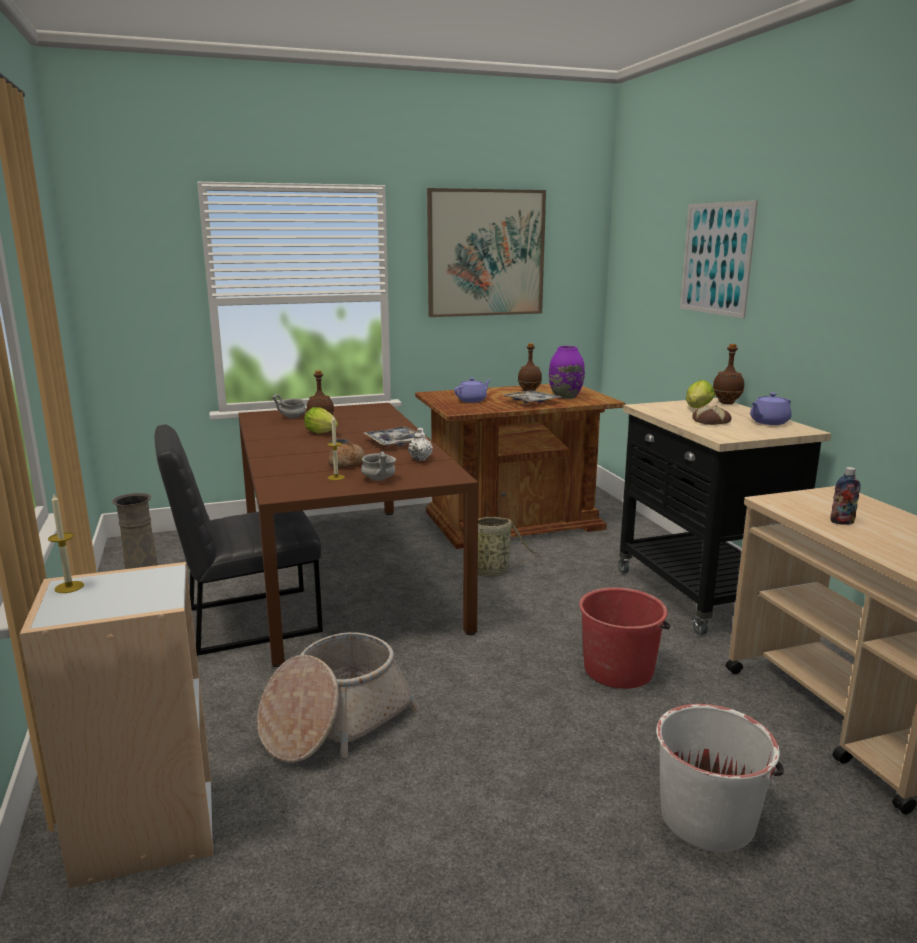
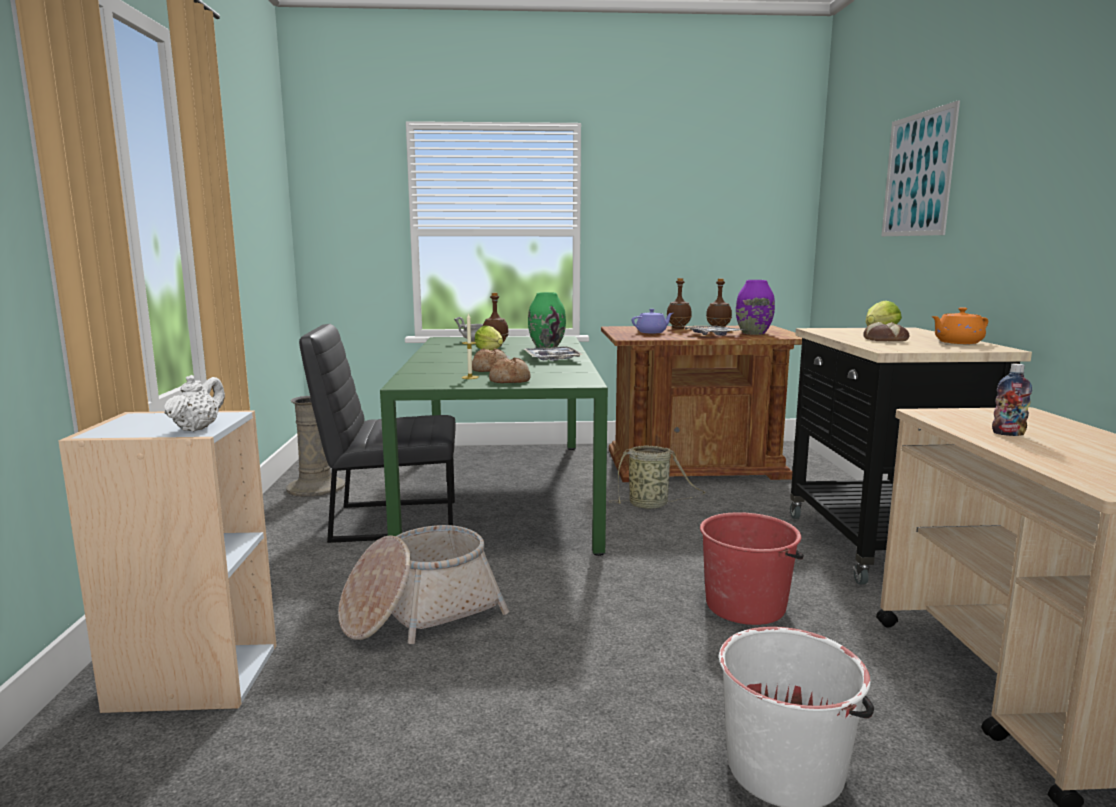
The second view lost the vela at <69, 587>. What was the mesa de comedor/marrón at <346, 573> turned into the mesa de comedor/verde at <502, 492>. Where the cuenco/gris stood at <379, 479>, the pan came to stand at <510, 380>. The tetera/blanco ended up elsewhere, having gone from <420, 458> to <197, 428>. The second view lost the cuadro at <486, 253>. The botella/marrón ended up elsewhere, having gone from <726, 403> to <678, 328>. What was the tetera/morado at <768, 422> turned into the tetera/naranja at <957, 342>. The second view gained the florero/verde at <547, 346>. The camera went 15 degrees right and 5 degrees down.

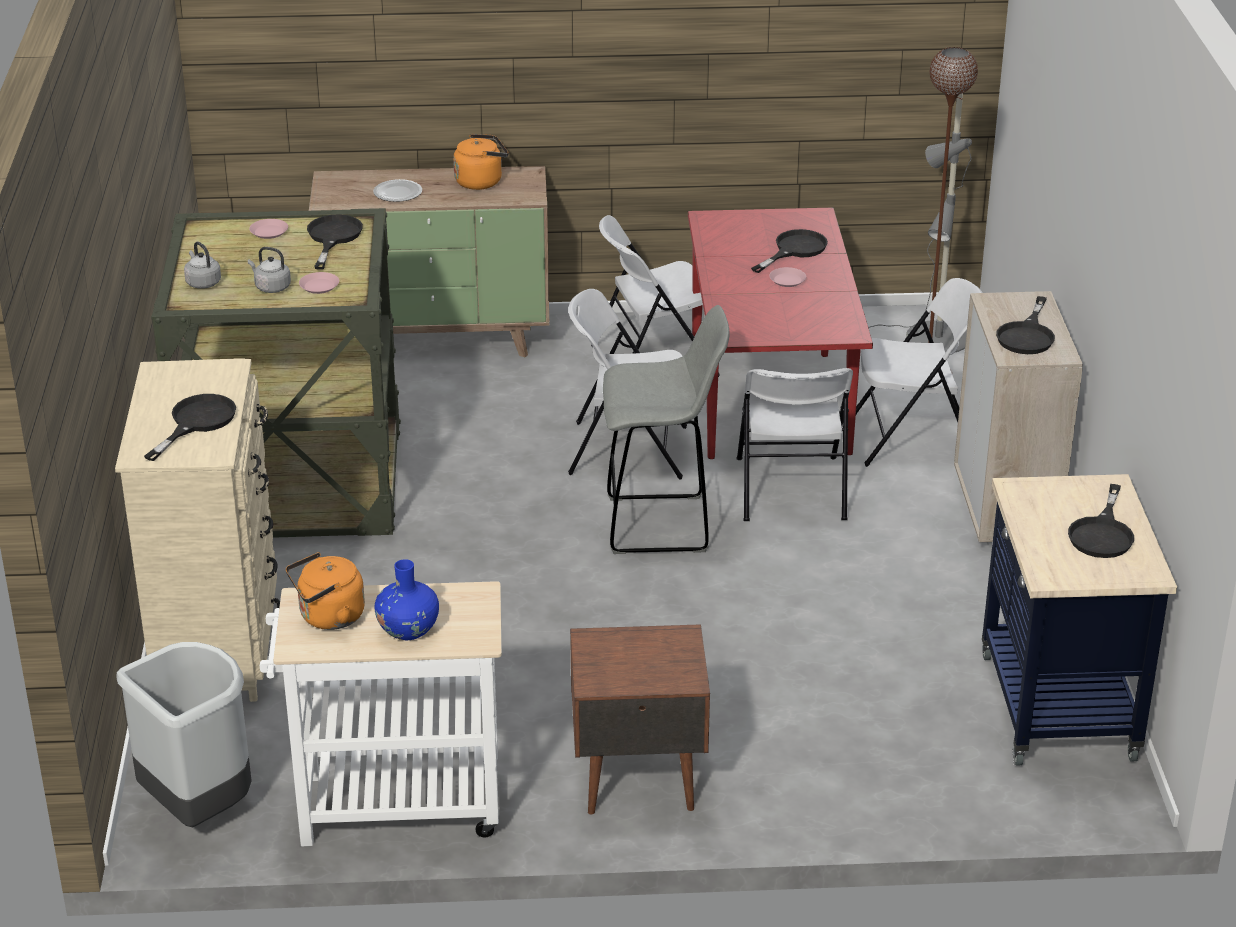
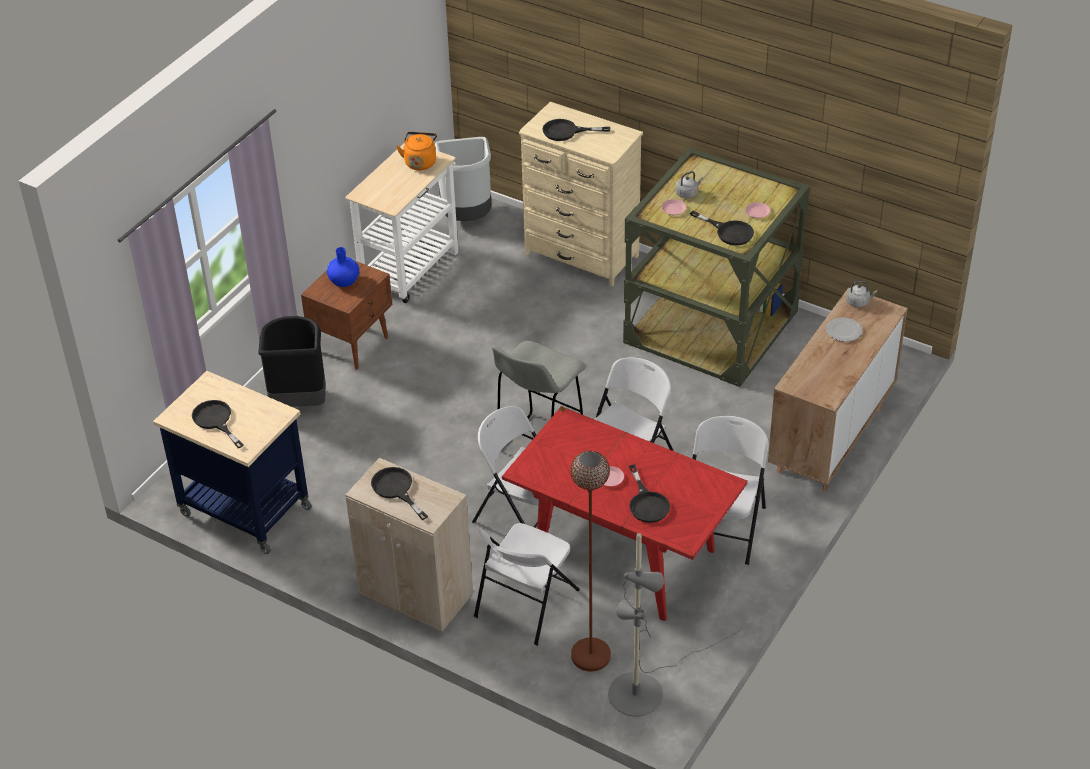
The sartén/negro at <196, 422> ended up facing another way, 120 degrees clockwise from before. The hervidor/gris ended up elsewhere, having gone from <202, 282> to <859, 302>. The florero/azul ended up elsewhere, having gone from <408, 630> to <344, 281>. The second view lost the hervidor/naranja at <481, 181>. The second view gained the papelera/negro at <299, 402>. The camera went 125 degrees right and 10 degrees up.

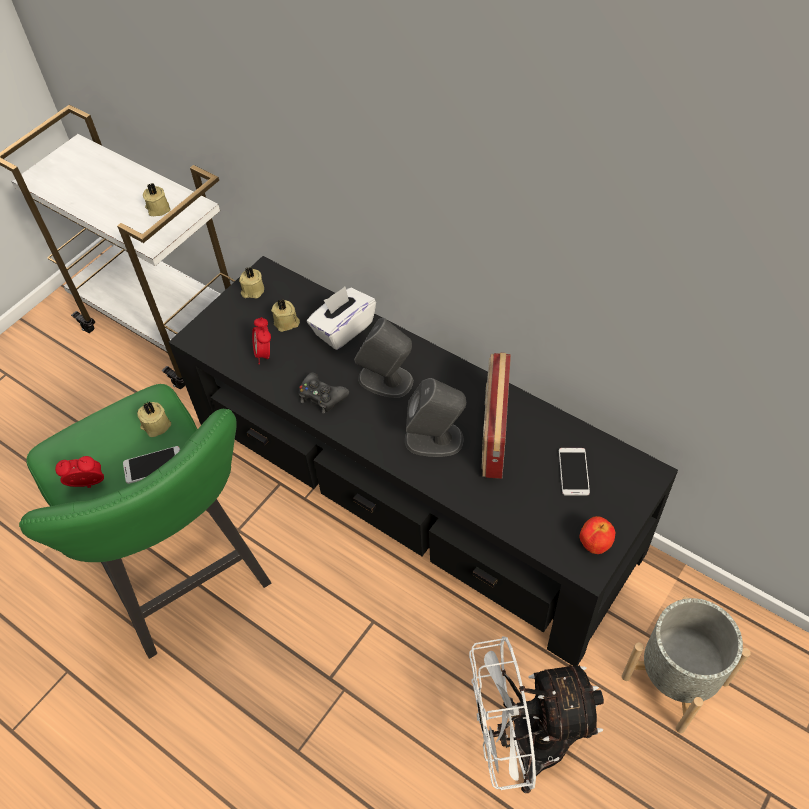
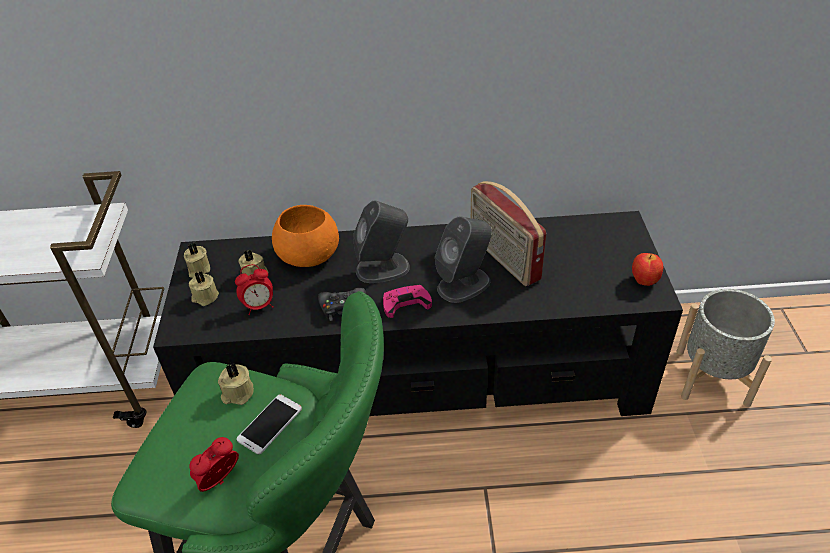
The vela/beis ended up elsewhere, having gone from <158, 209> to <205, 297>. The despertador at <265, 354> ended up facing another way, 60 degrees counterclockwise from before. Where the caja de pañuelos/blanco stood at <343, 329>, the cuenco/naranja came to stand at <310, 254>. The second view lost the ventilador/blanco at <523, 744>. The second view lost the móvil at <573, 472>. The second view gained the mando de consola/rosa at <406, 303>. The camera went 40 degrees left and 10 degrees down.

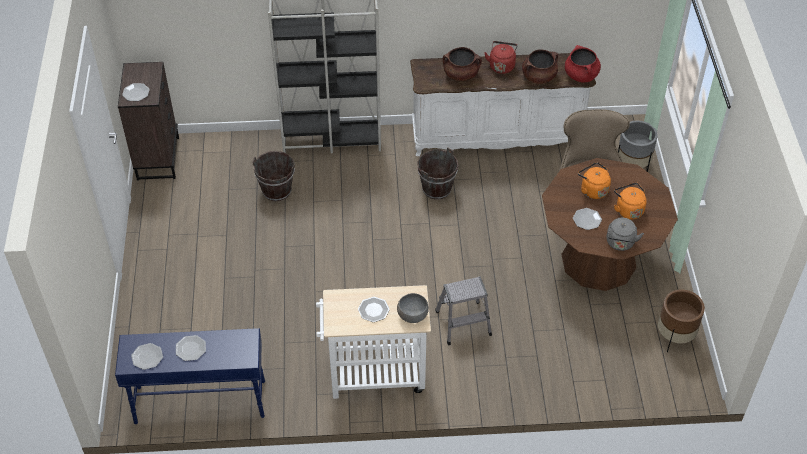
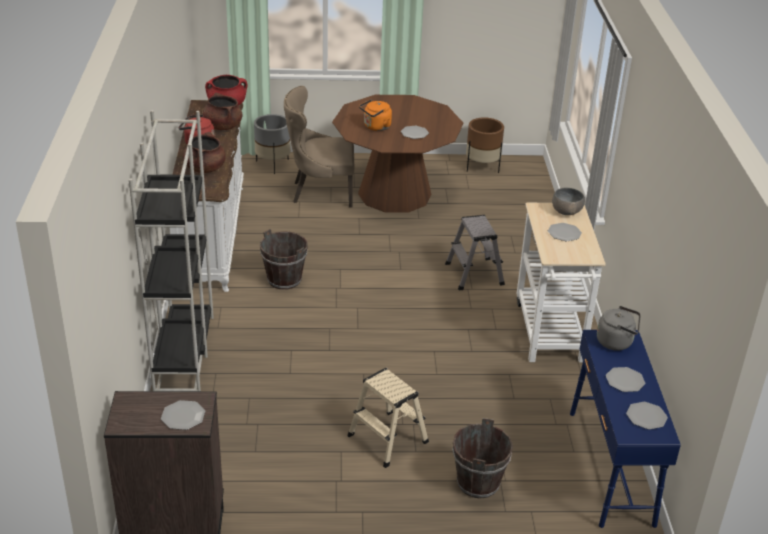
The cubo/marrón ended up elsewhere, having gone from <277, 190> to <477, 483>. The hervidor/gris ended up elsewhere, having gone from <620, 243> to <616, 342>. The second view lost the hervidor/naranja at <628, 210>. The second view gained the escalera de tijera/beis at <387, 438>. The camera went 90 degrees left and 15 degrees down.

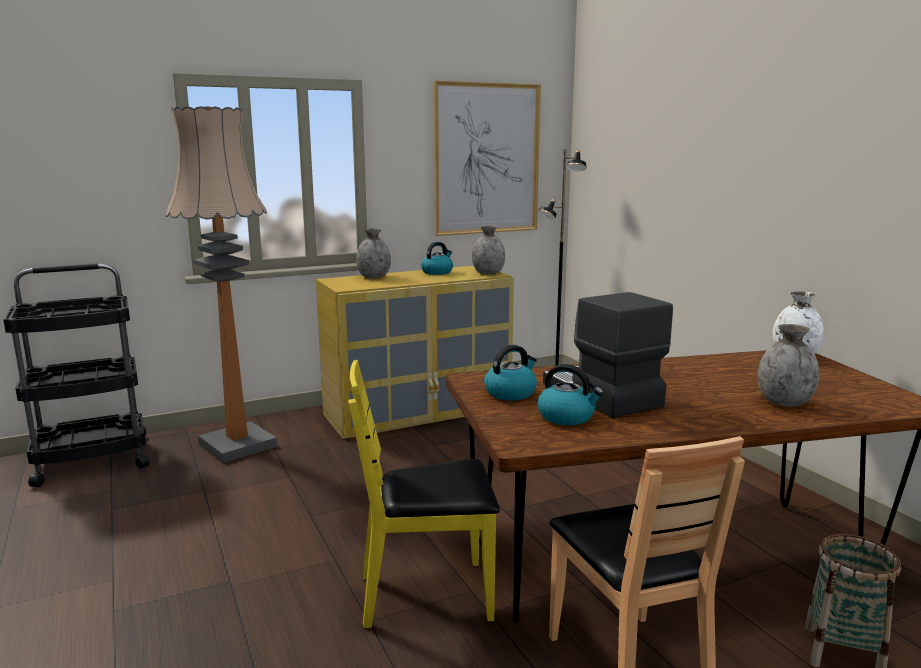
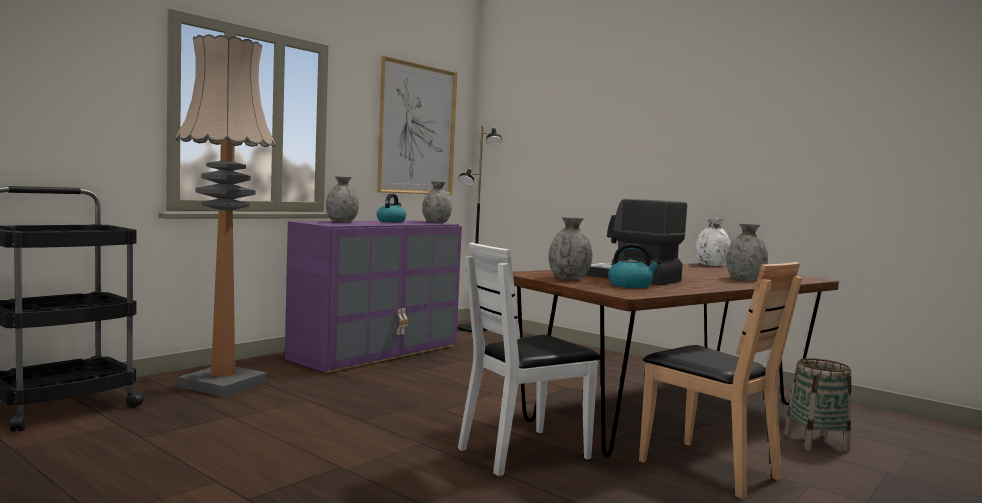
What was the armario/amarillo at <419, 412> turned into the armario/morado at <376, 352>. What was the silla/amarillo at <427, 595> turned into the silla/blanco at <524, 452>. Where the hervidor stood at <510, 393>, the florero/gris came to stand at <568, 278>. The camera went 25 degrees left and 10 degrees down.

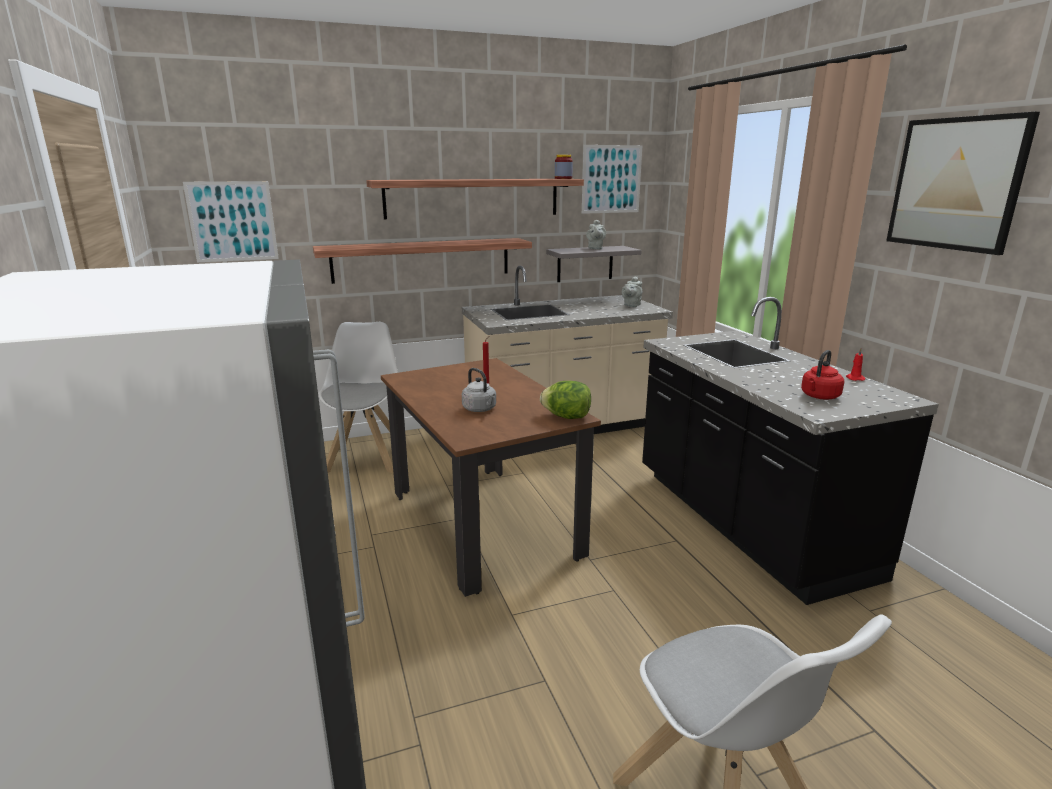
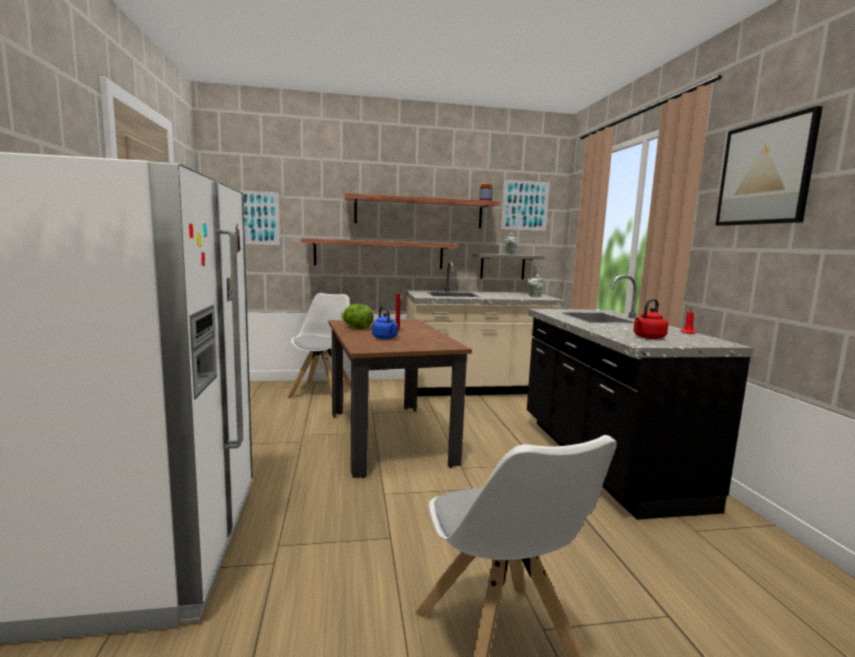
What was the hervidor/gris at <480, 409> turned into the hervidor/azul at <385, 338>. The lechuga ended up elsewhere, having gone from <566, 417> to <357, 328>. The camera went 10 degrees right and 10 degrees down.

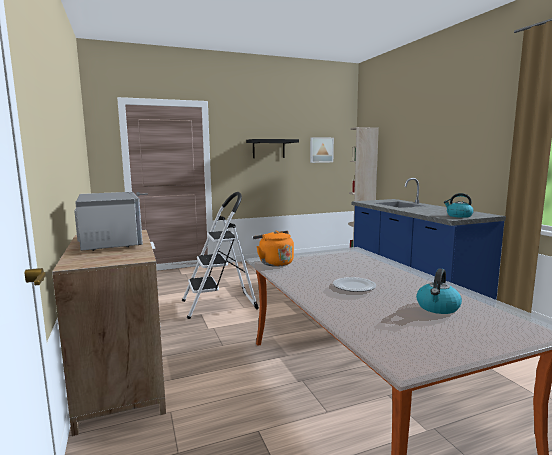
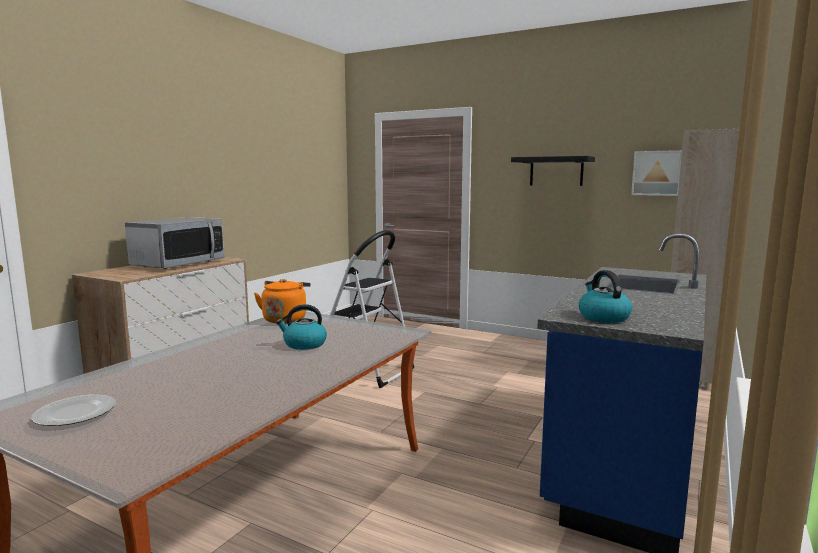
The plato ended up elsewhere, having gone from <353, 286> to <75, 413>. The hervidor ended up elsewhere, having gone from <438, 308> to <304, 344>. The camera went 50 degrees right and 0 degrees up.

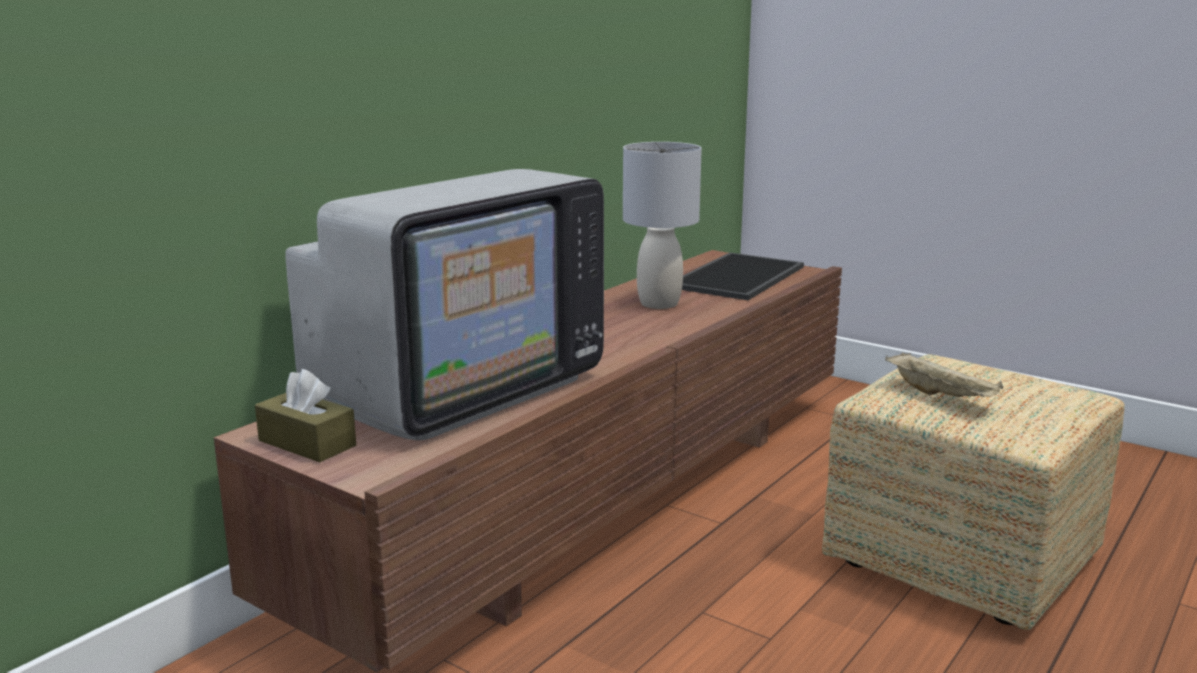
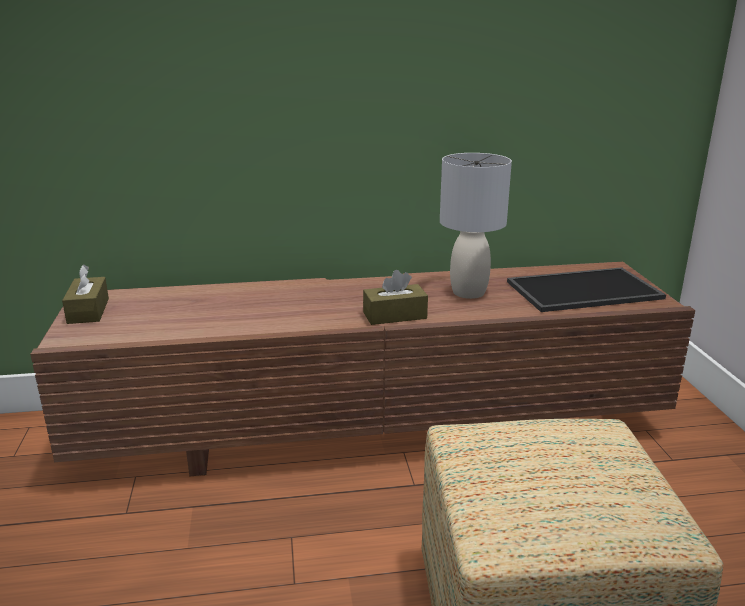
The second view lost the televisor at <458, 389>. The second view lost the bandeja/beis at <942, 395>. The second view gained the caja de pañuelos/marrón at <394, 315>. The camera went 45 degrees right and 5 degrees up.

